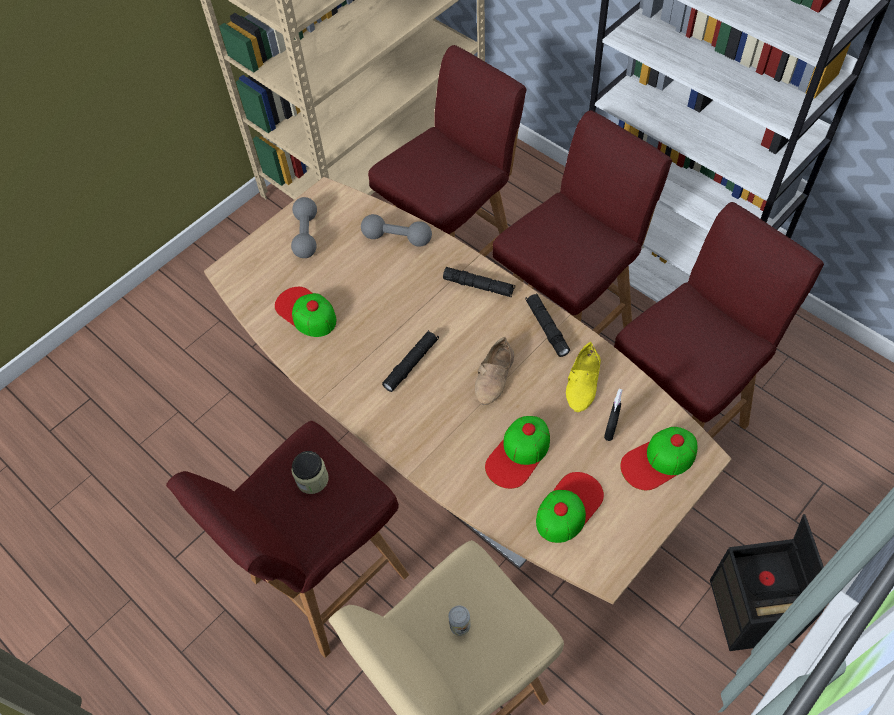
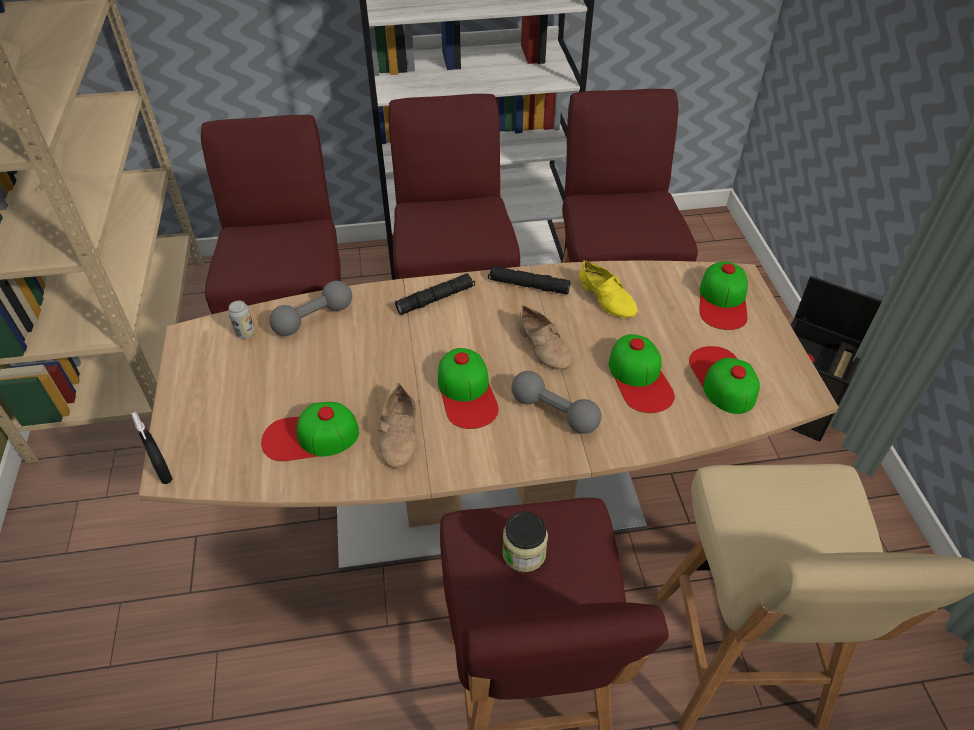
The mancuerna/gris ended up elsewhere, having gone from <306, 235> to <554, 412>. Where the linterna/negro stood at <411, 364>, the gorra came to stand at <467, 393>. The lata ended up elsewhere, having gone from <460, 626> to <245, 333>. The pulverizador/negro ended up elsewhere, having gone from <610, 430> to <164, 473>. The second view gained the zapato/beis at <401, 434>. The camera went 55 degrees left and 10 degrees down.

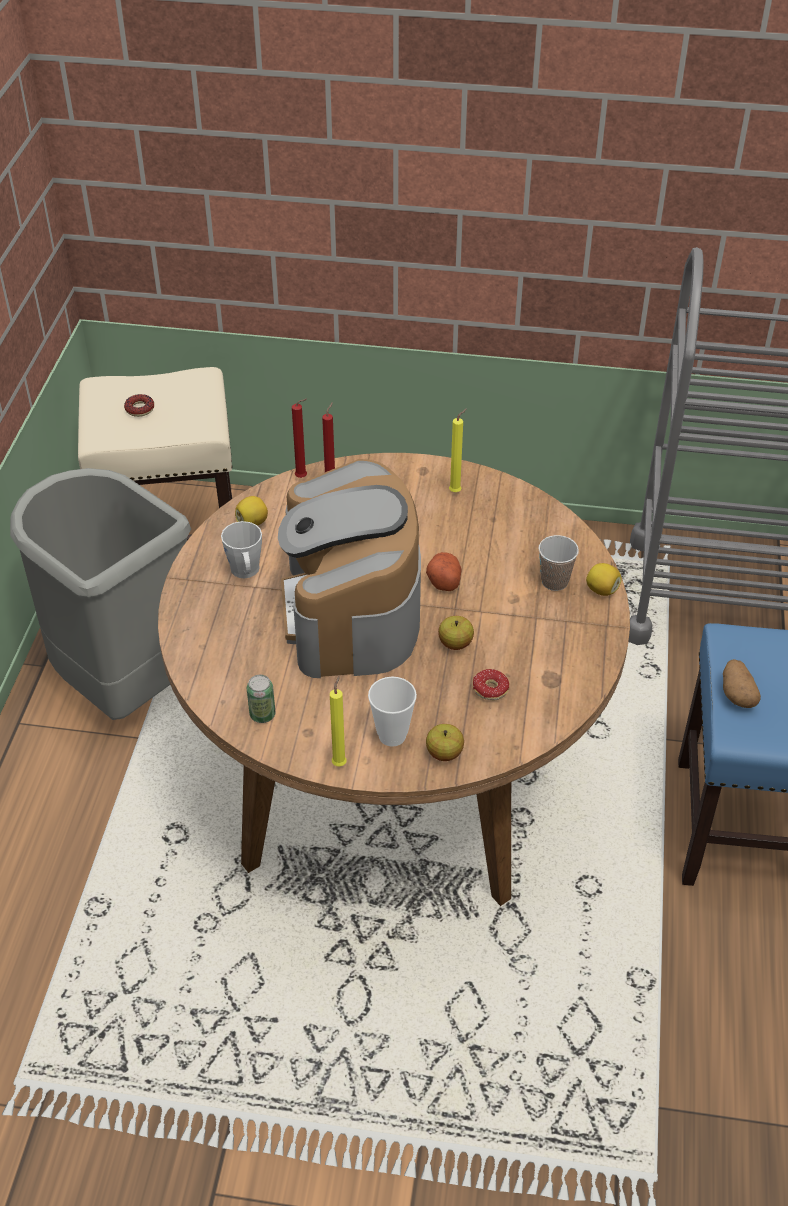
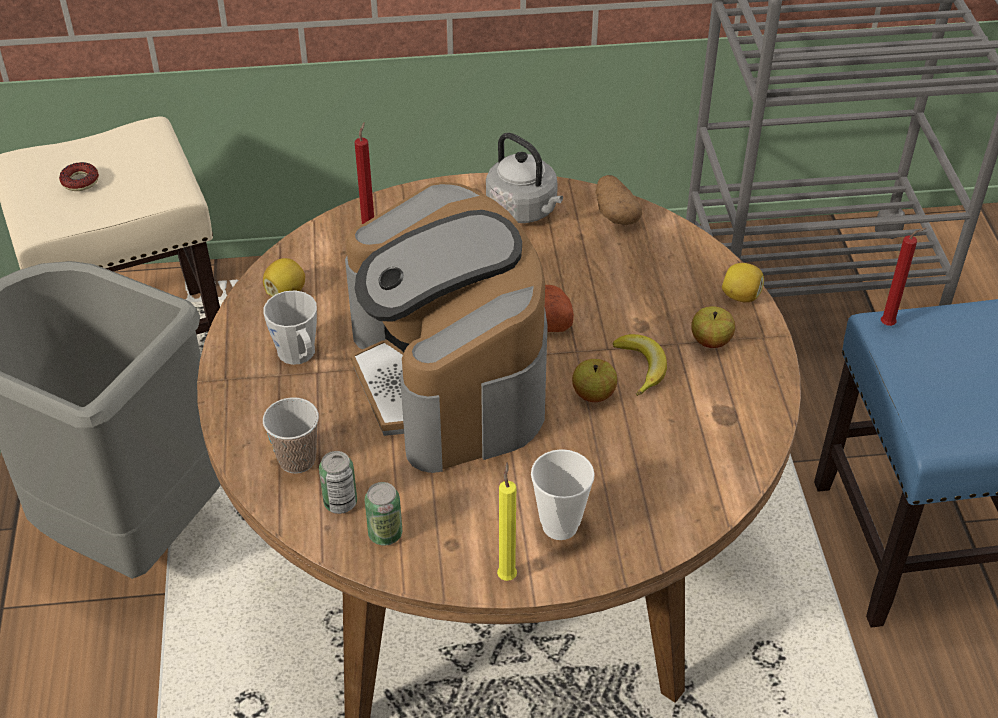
The vela/rojo ended up elsewhere, having gone from <303, 478> to <889, 325>. The manzana ended up elsewhere, having gone from <444, 753> to <711, 341>. Where the vela/amarillo stood at <456, 491>, the hervidor/gris came to stand at <524, 210>. The second view lost the rosquilla at <487, 694>. The taza ended up elsewhere, having gone from <554, 581> to <297, 460>. The patata ended up elsewhere, having gone from <736, 693> to <615, 214>. The second view gained the lata at <340, 502>. The second view gained the plátano at <641, 367>. The camera went 15 degrees left and 0 degrees up.

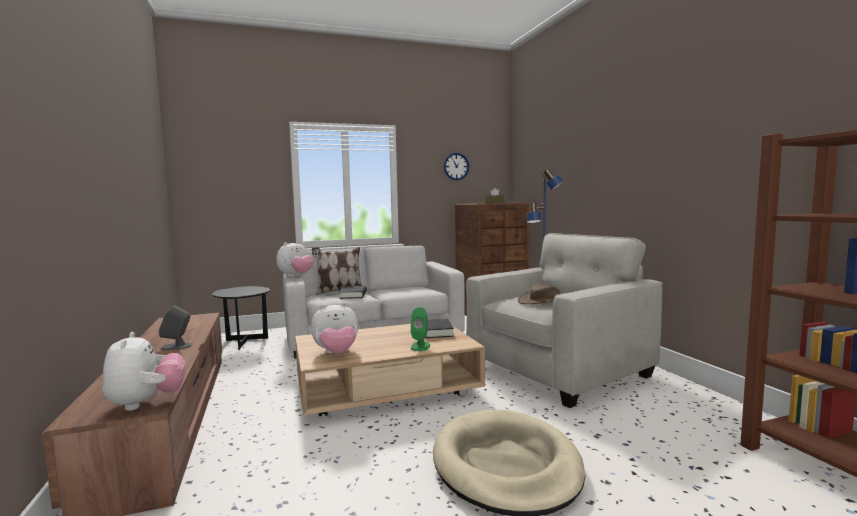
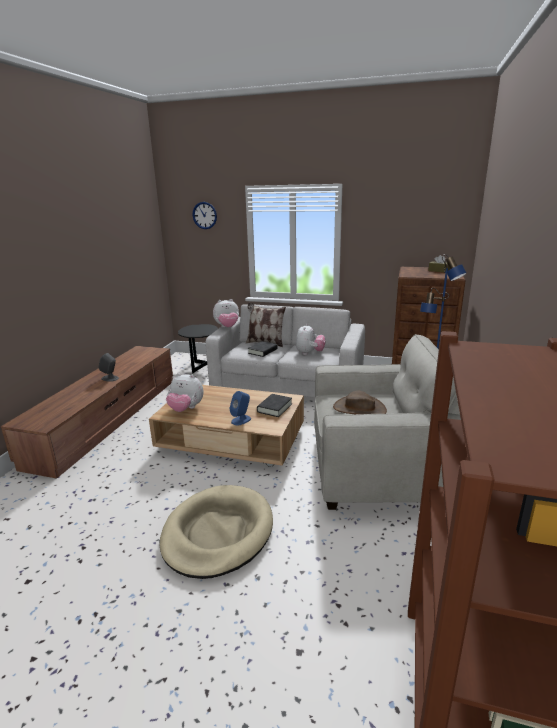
The peluche ended up elsewhere, having gone from <146, 403> to <309, 353>. What was the altavoz/verde at <420, 346> turned into the altavoz/azul at <241, 420>. The reloj de pared ended up elsewhere, having gone from <456, 166> to <204, 215>. The camera went 35 degrees right and 15 degrees up.

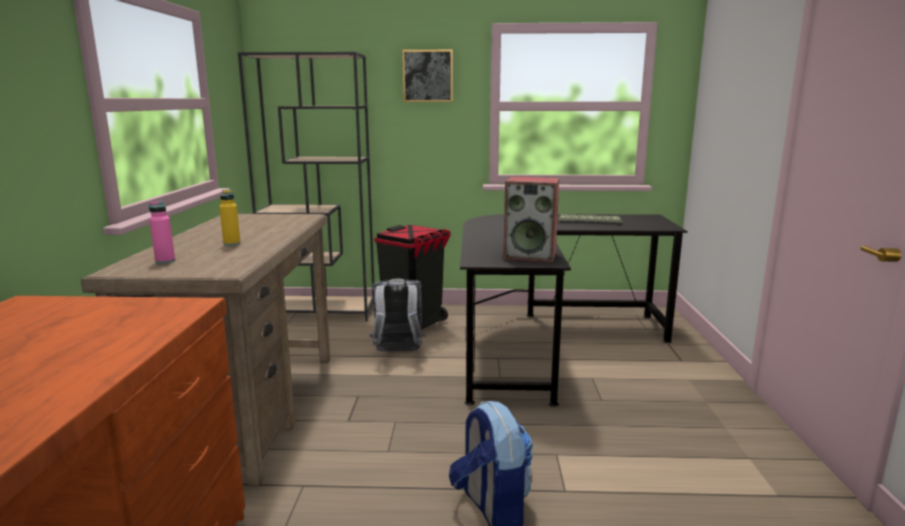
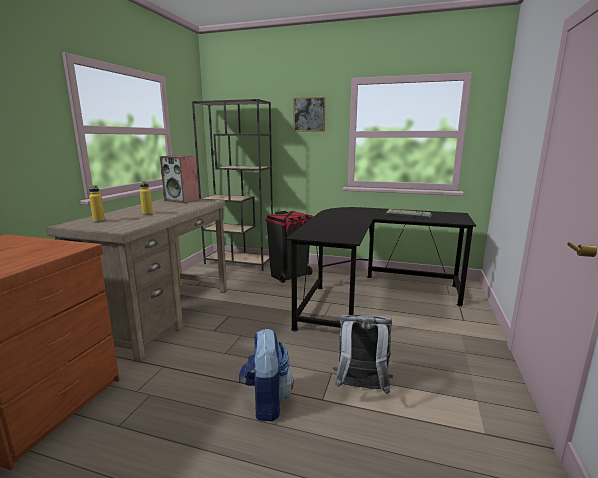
What was the botella/rosa at <165, 261> turned into the botella/amarillo at <99, 221>. The mochila/gris ended up elsewhere, having gone from <398, 353> to <361, 389>. The altavoz ended up elsewhere, having gone from <531, 256> to <182, 200>. The camera went 15 degrees right and 0 degrees up.

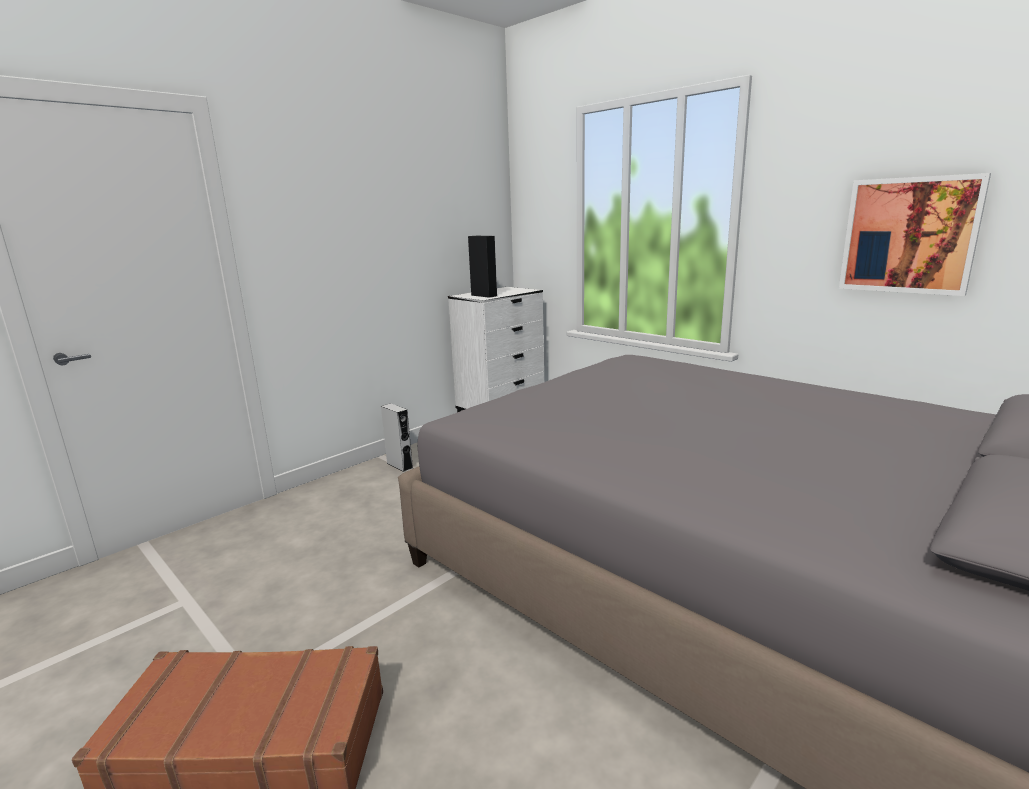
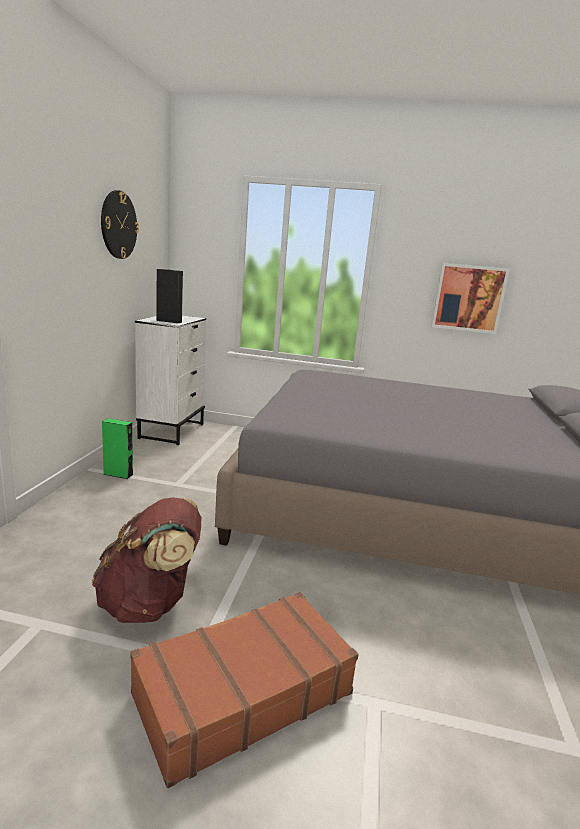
What was the altavoz/gris at <399, 465> turned into the altavoz/verde at <118, 474>. The second view gained the mochila/marrón at <150, 603>. The second view gained the reloj de pared at <118, 225>. The camera went 35 degrees left and 0 degrees up.

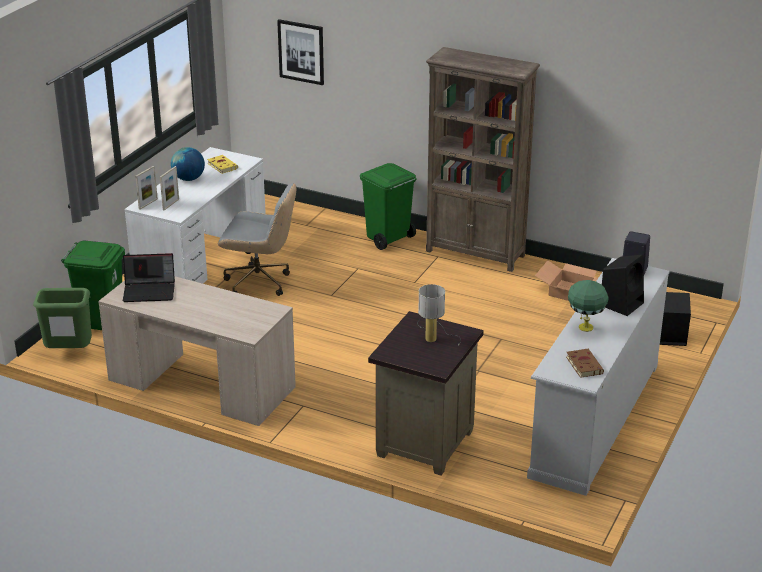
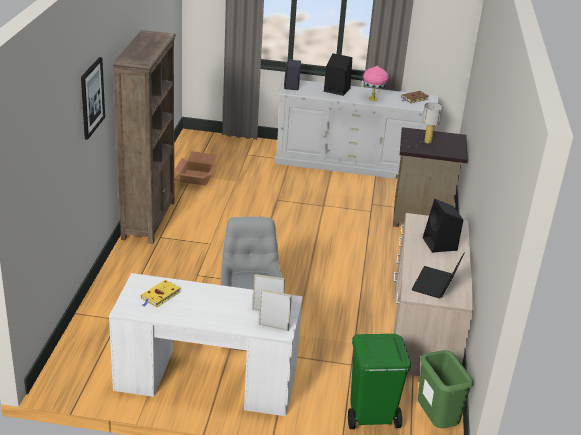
The portátil at <150, 291> ended up facing another way, 135 degrees counterclockwise from before. The second view lost the globo terráqueo at <188, 179>. The cuadro ended up elsewhere, having gone from <301, 51> to <92, 97>. The second view lost the papelera/verde at <388, 239>. What was the lámpara de mesa/verde at <585, 327> turned into the lámpara de mesa/rosa at <373, 99>. The altavoz/negro ended up elsewhere, having gone from <669, 337> to <440, 244>. The camera went 110 degrees left and 0 degrees up.

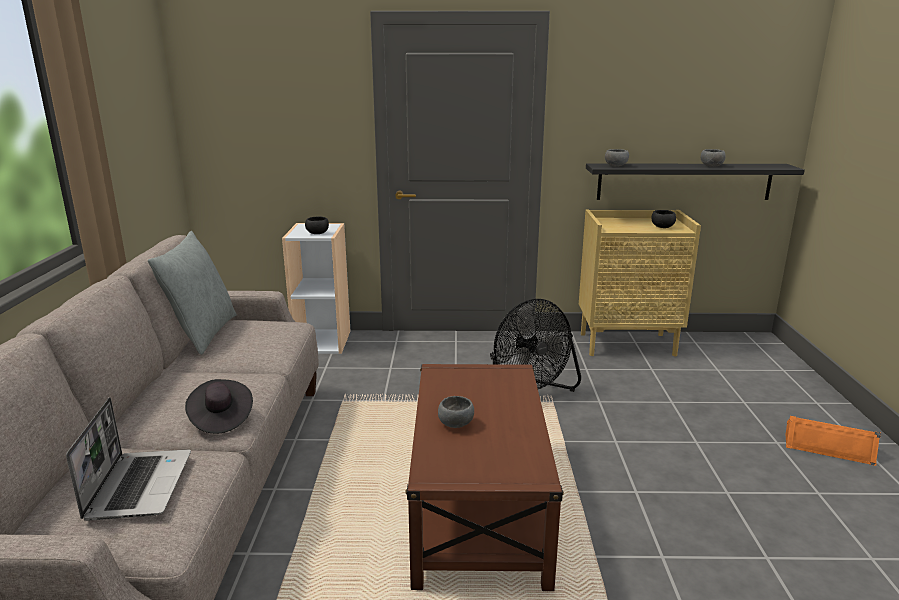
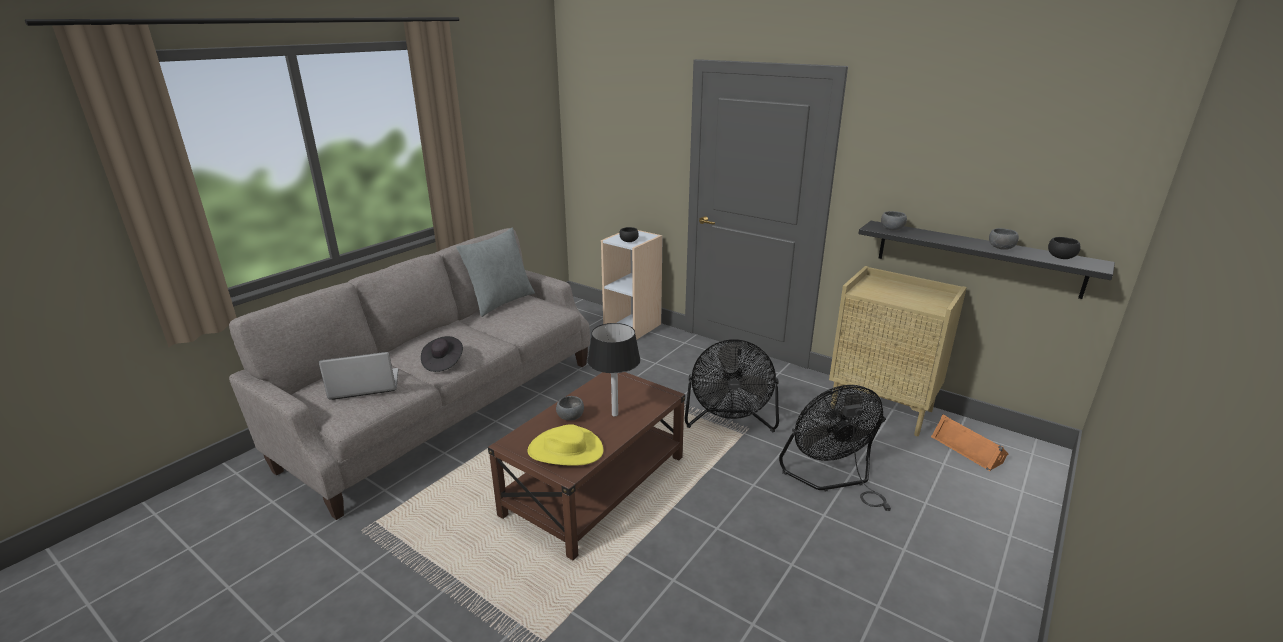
The portátil at <139, 485> ended up facing another way, 135 degrees counterclockwise from before. The cuenco/negro ended up elsewhere, having gone from <661, 227> to <1060, 257>. The altavoz/naranja ended up elsewhere, having gone from <828, 447> to <968, 448>. The second view gained the sombrero/amarillo at <565, 450>. The second view gained the lámpara de mesa/negro at <615, 414>. The second view gained the ventilador/negro at <839, 477>. The camera went 35 degrees right and 5 degrees up.

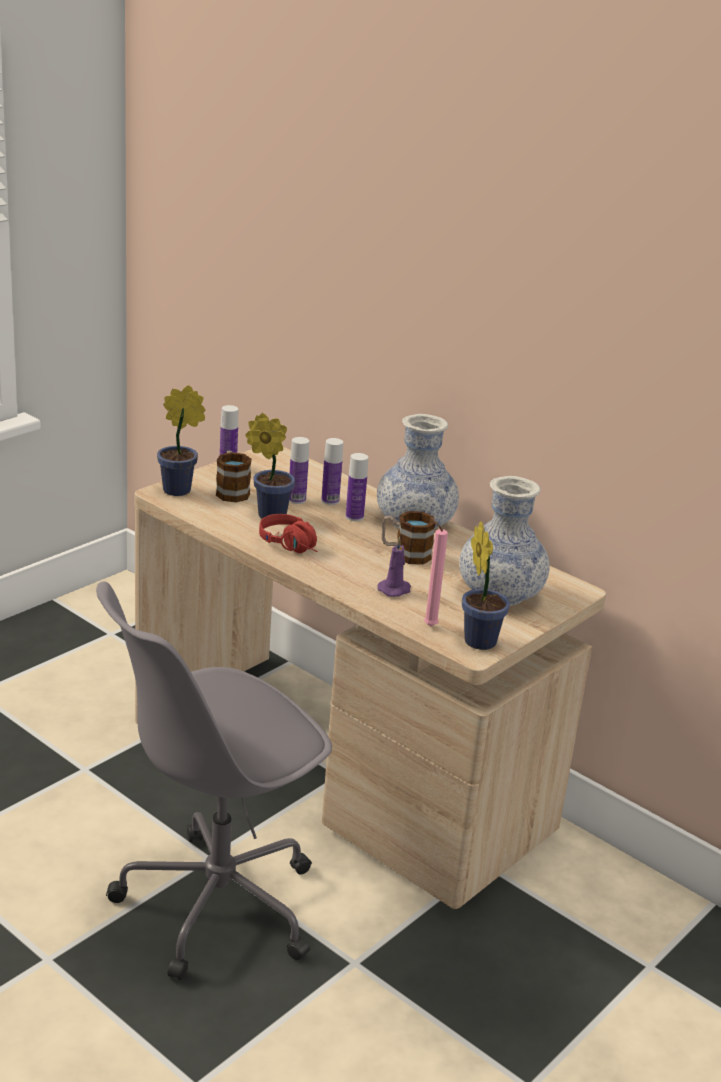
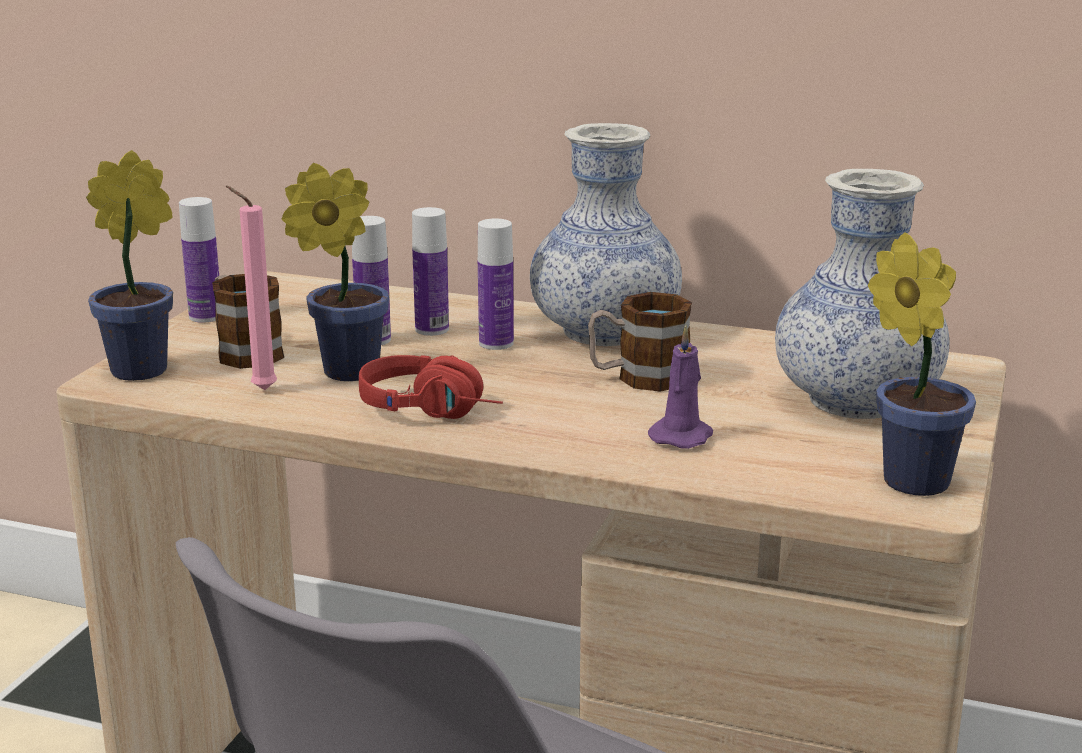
The vela/rosa ended up elsewhere, having gone from <428, 625> to <260, 390>. The camera went 20 degrees left and 5 degrees down.

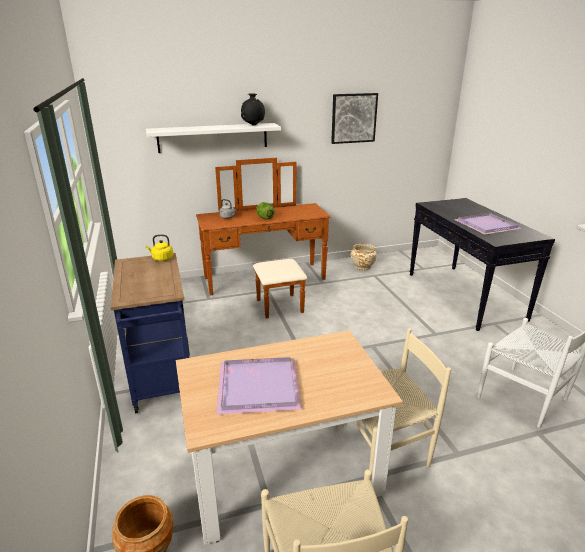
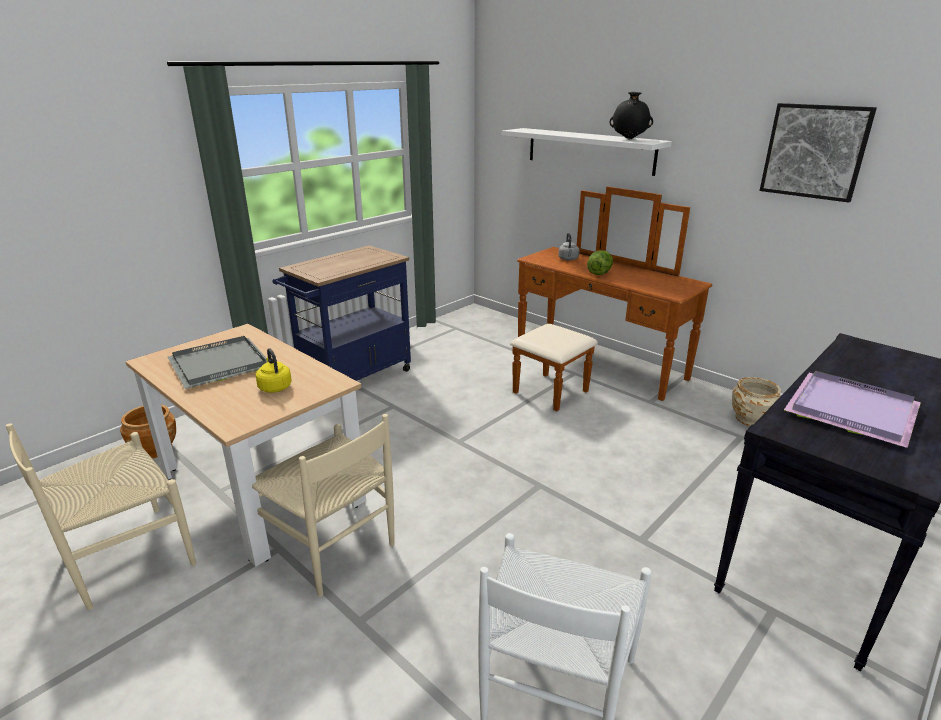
The hervidor/amarillo ended up elsewhere, having gone from <161, 259> to <274, 387>. What was the bandeja/morado at <260, 386> turned into the bandeja/gris at <222, 365>. The camera went 60 degrees right and 0 degrees up.

